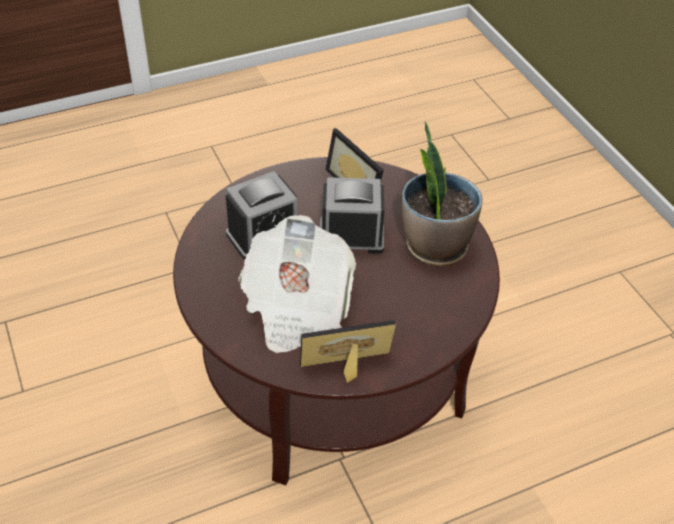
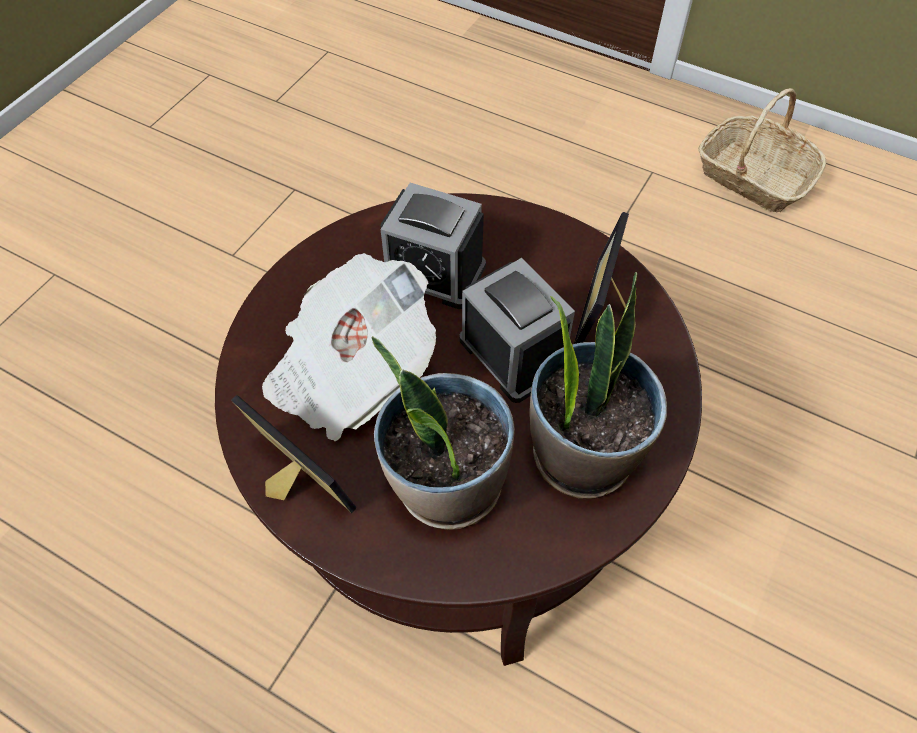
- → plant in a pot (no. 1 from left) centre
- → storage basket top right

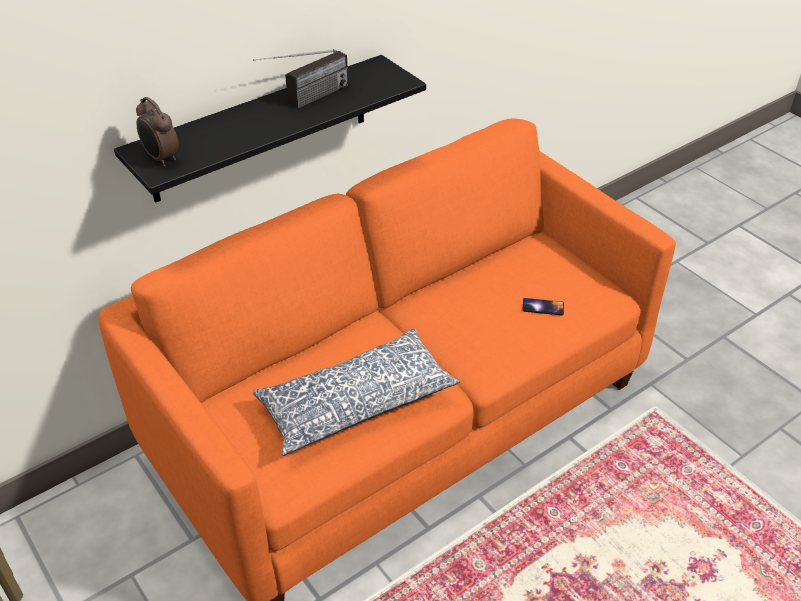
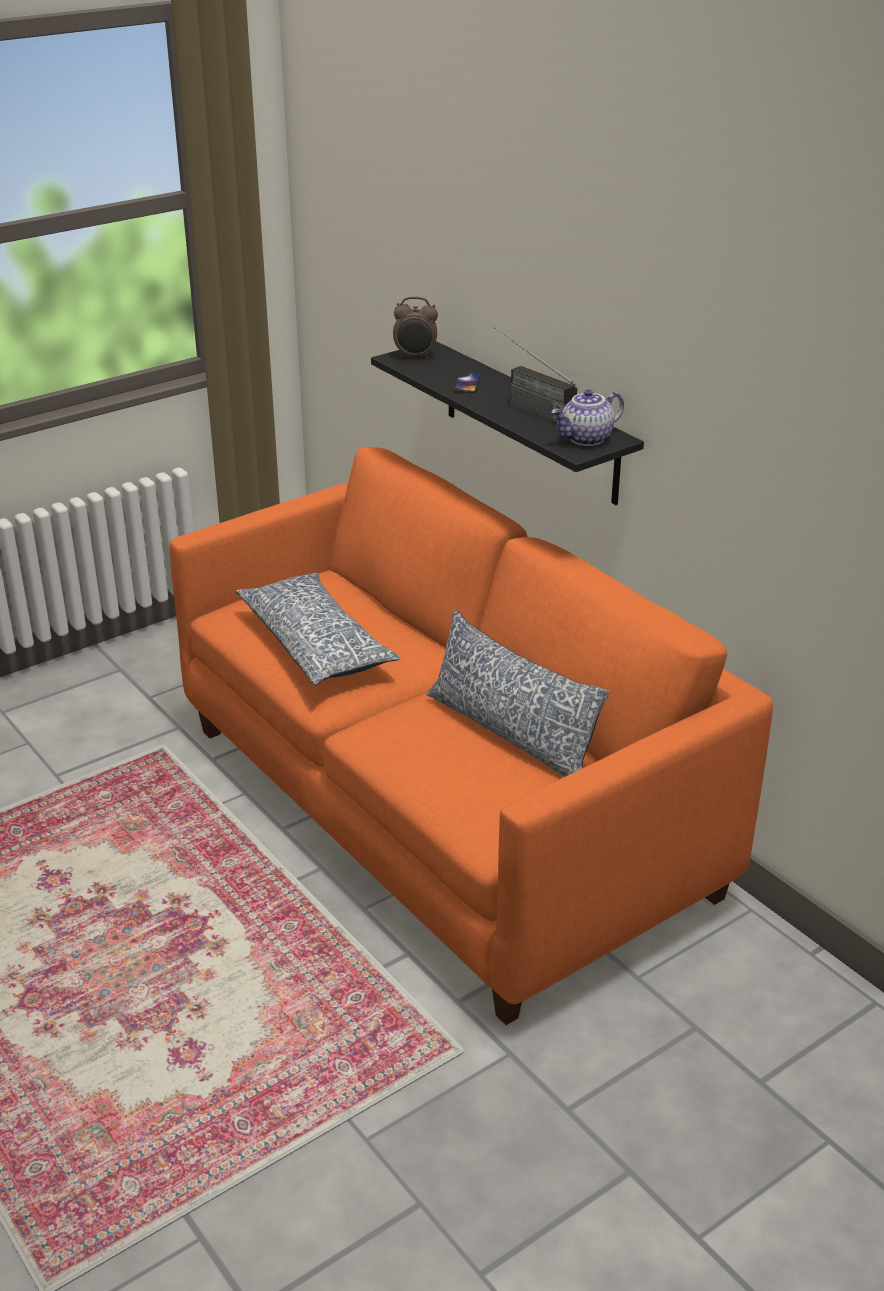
bedside clock top left → bedside clock top centre, 135 degrees counterclockwise
- → throw pillow (no. 2 from left) centre
phone middle right → phone top centre, shifted
- → tea pot top centre

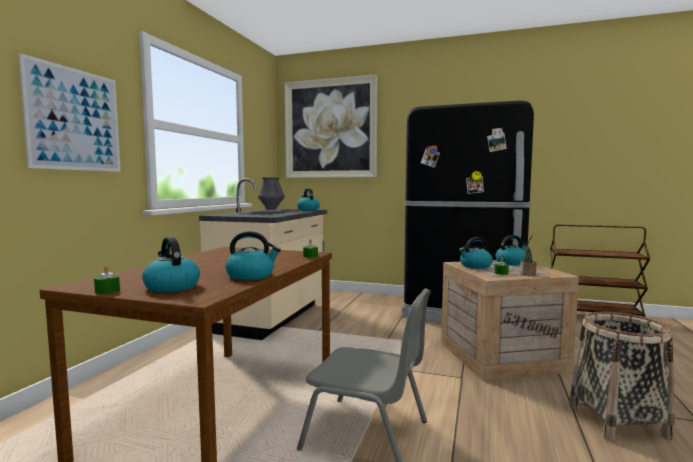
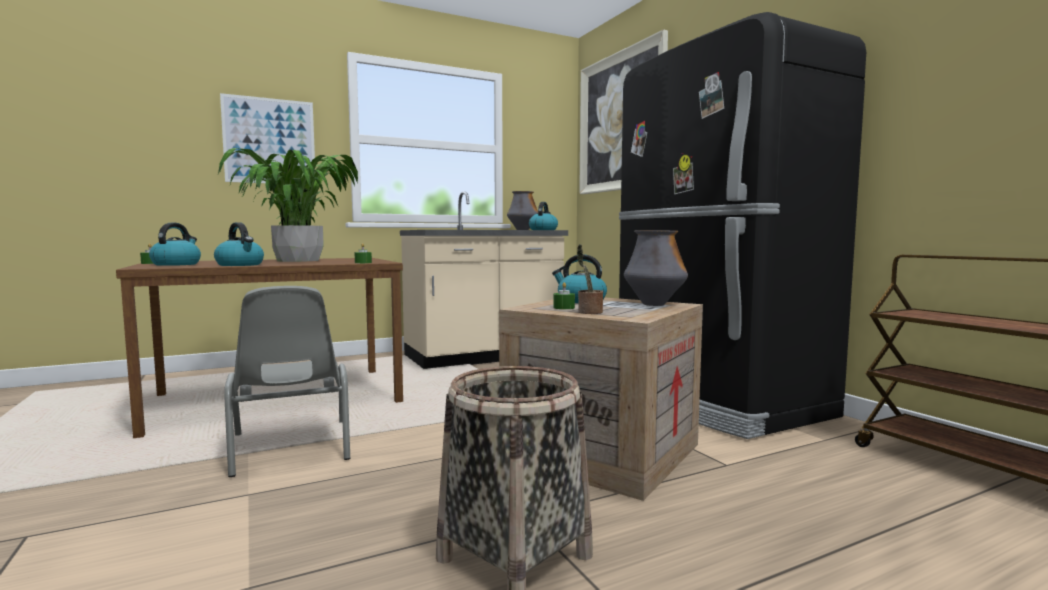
- → plant in a pot (no. 1 from left) middle left
water kettle (no. 5 from left) middle right → flower vase (no. 2 from left) centre

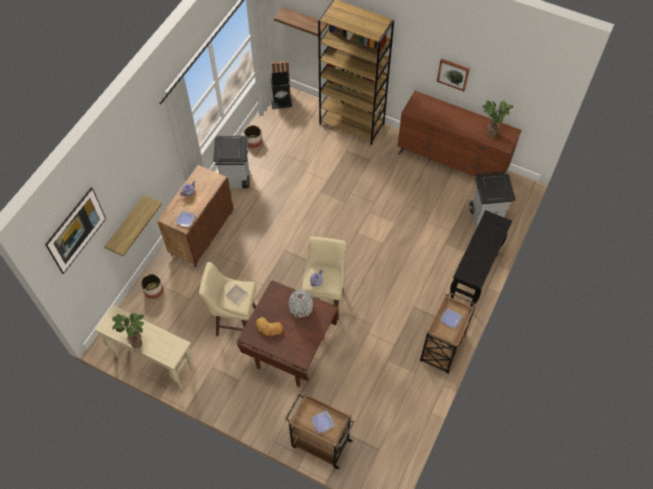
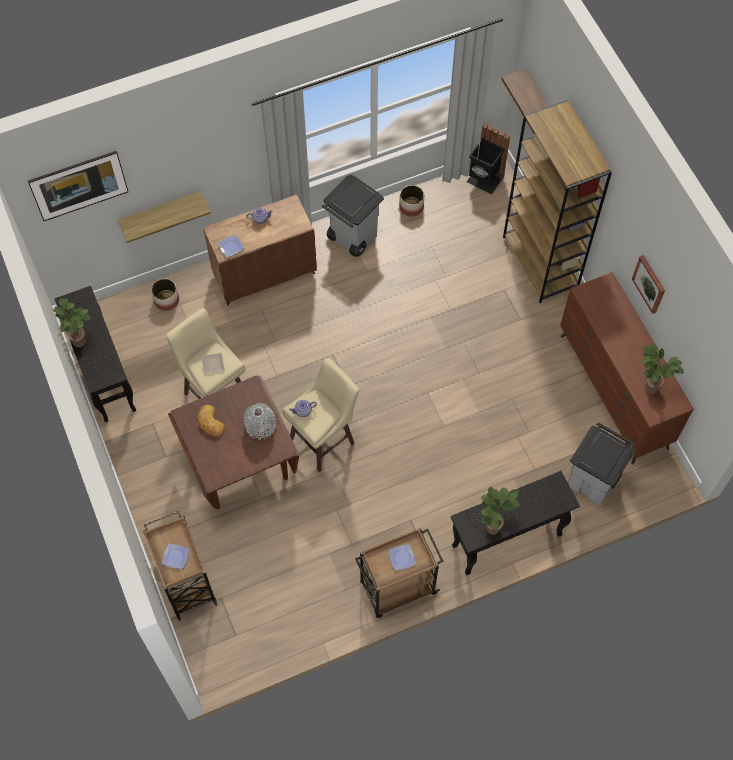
beige console table bottom left → black console table (no. 1 from left) middle left
- → plant in a pot (no. 2 from left) bottom right

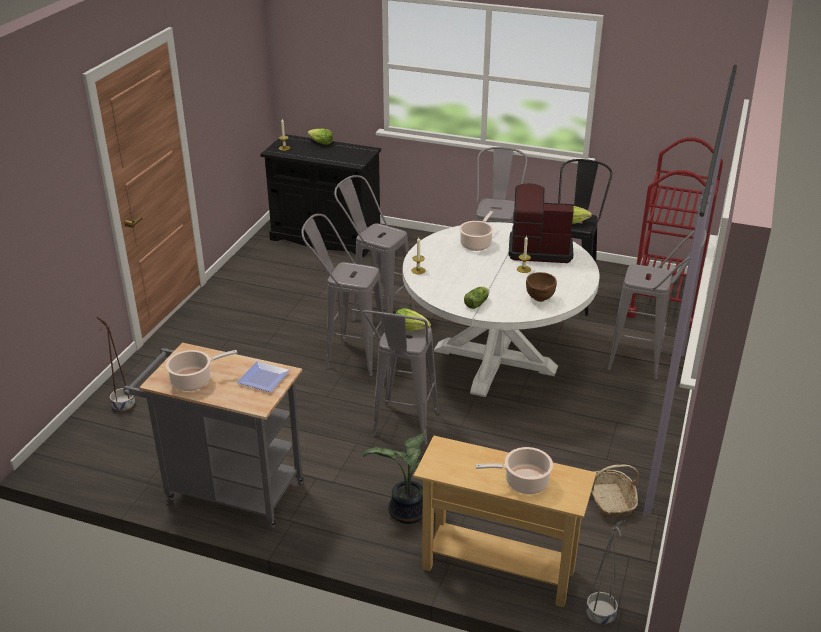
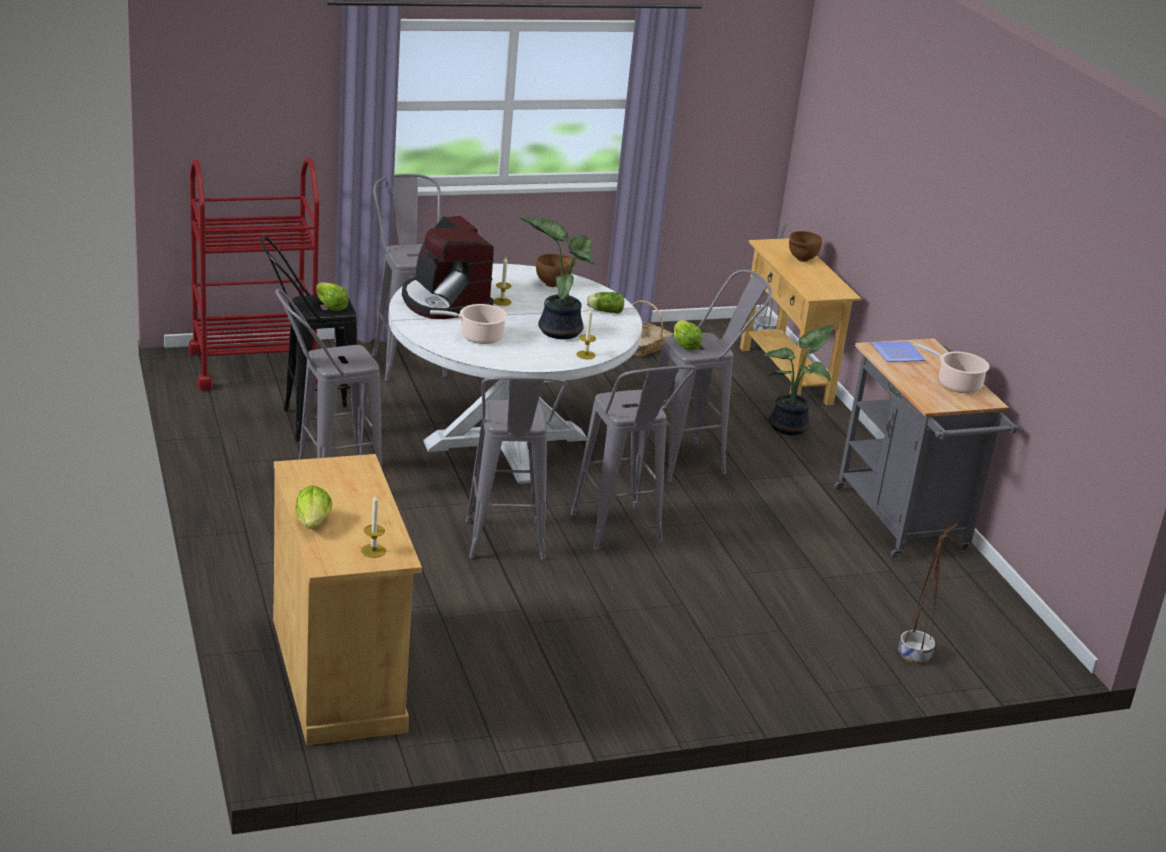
black cupboard top centre → beige cupboard bottom left
- → plant in a pot (no. 1 from left) top centre
saucepot (no. 3 from left) bottom centre → brownish bowl (no. 2 from left) top right

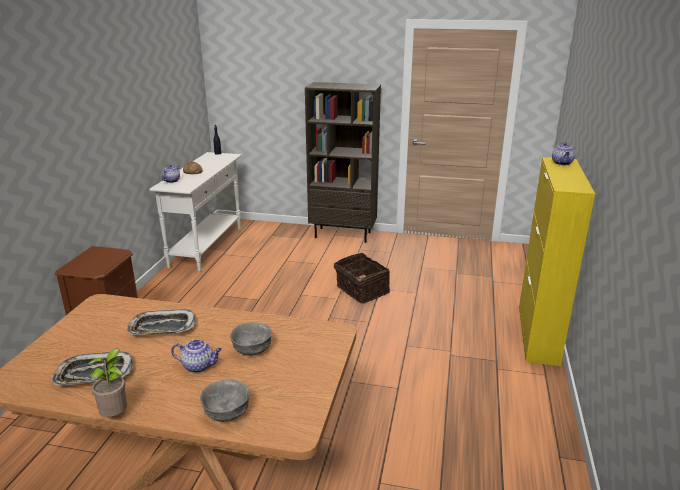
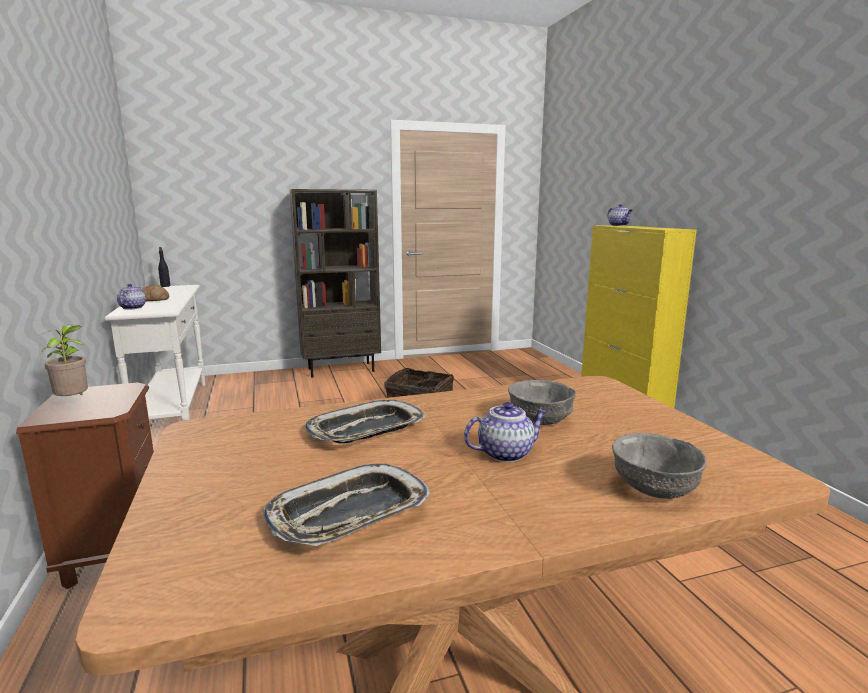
plant in a pot bottom left → plant in a pot middle left, shifted

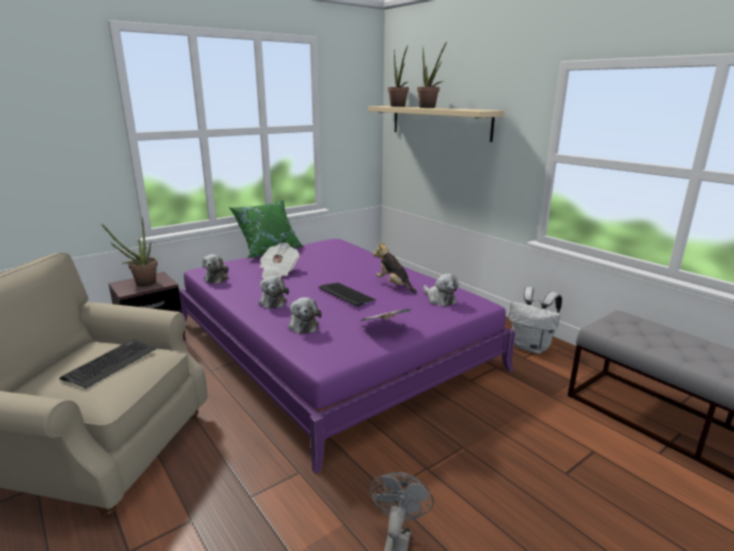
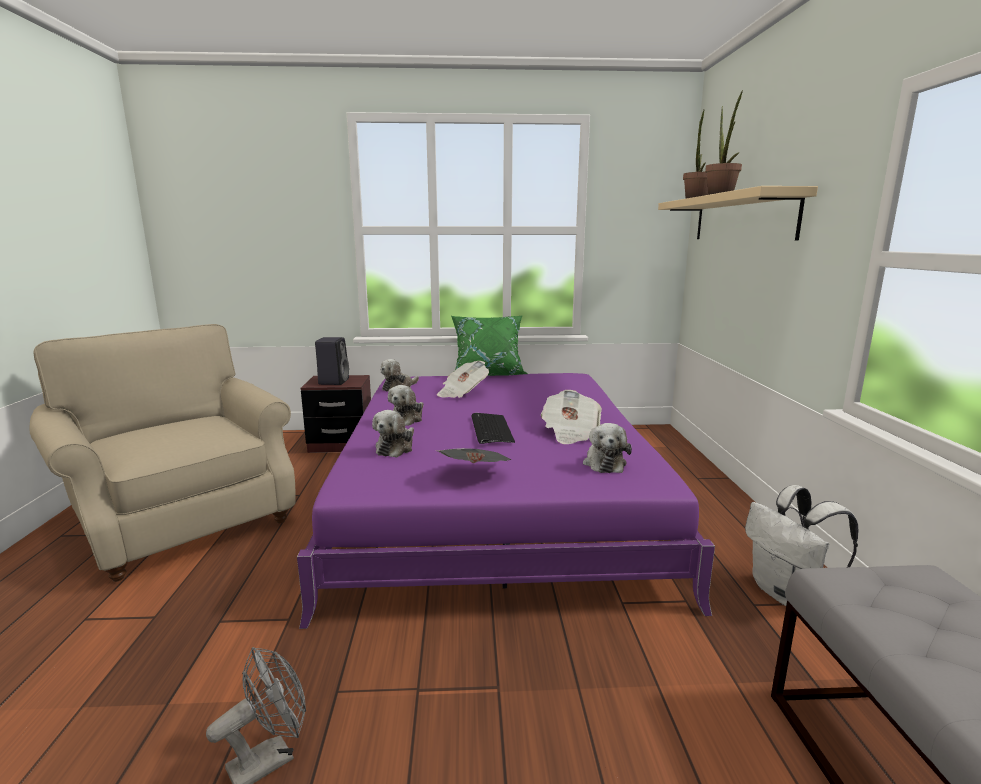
plant in a pot (no. 1 from left) middle left → black loudspeaker centre
plush toy (no. 4 from left) centre → newspaper (no. 3 from left) centre
PC keyboard (no. 1 from left) middle left → -

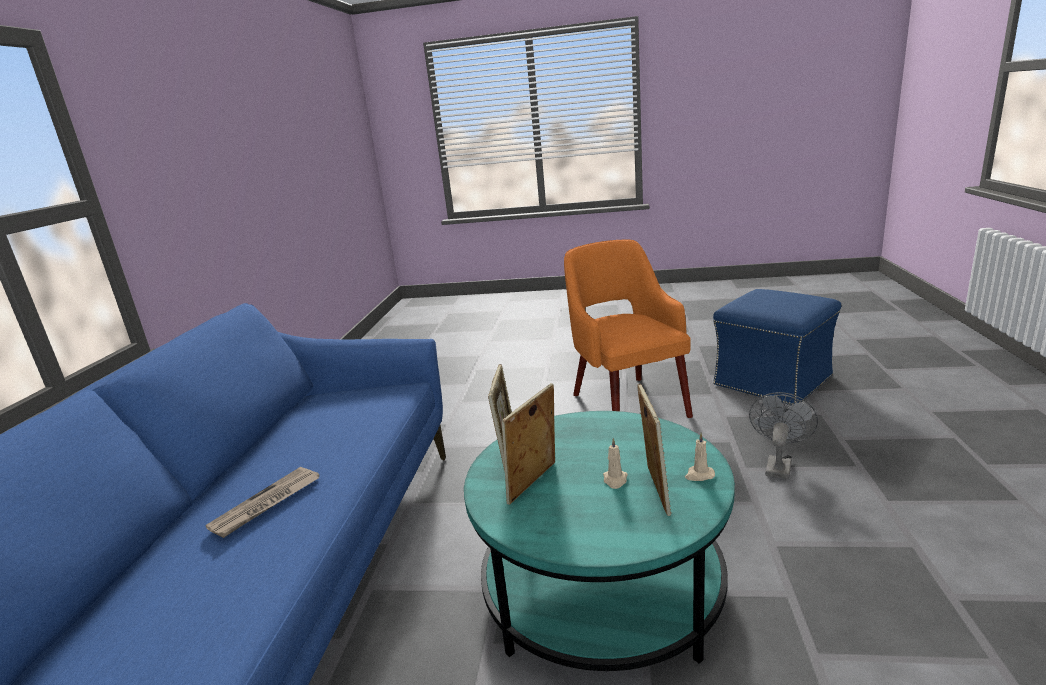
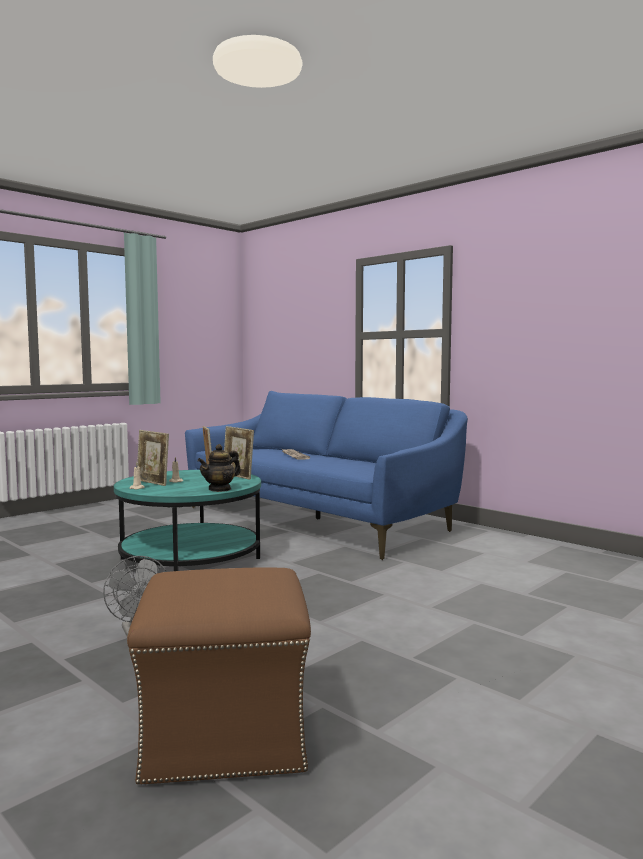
blue ottoman middle right → brownish ottoman bottom centre
- → tea pot centre
orange armchair centre → -

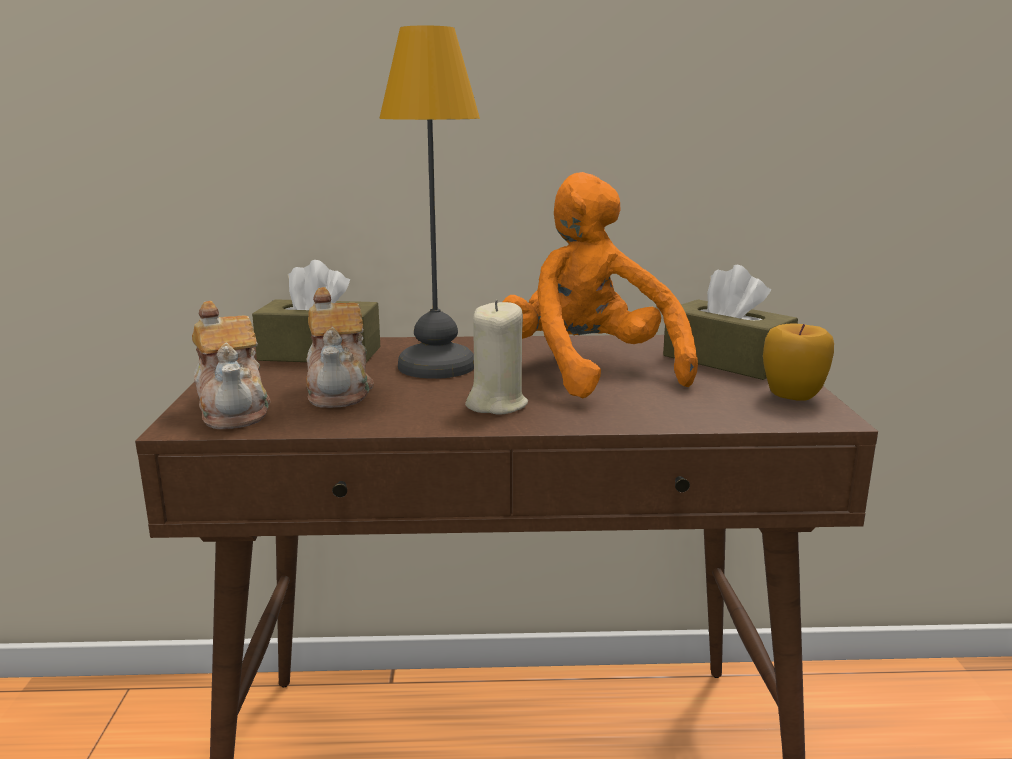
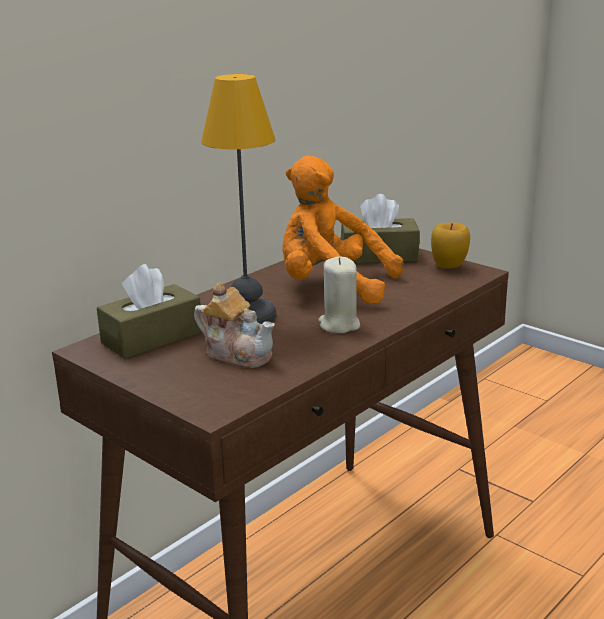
tea pot (no. 1 from left) middle left → -

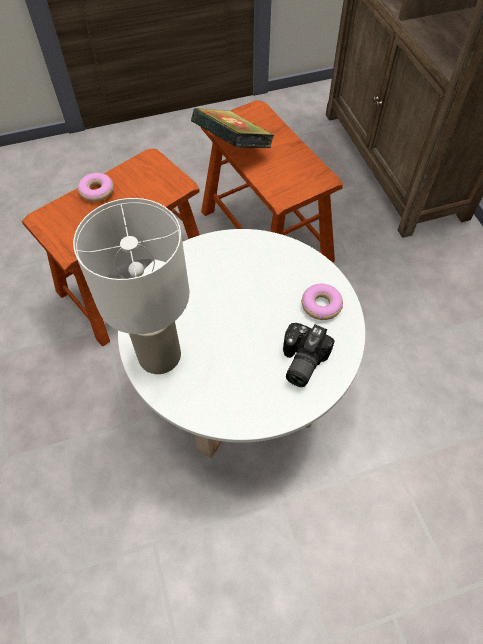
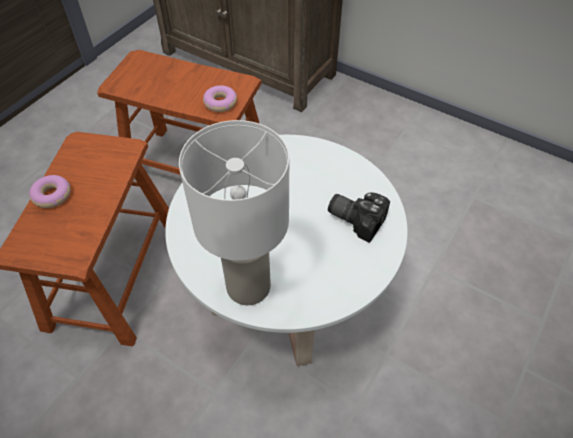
donut (no. 2 from left) middle right → donut (no. 2 from left) top centre, shifted
photo camera centre, 135 degrees clockwise
volume top centre → -

